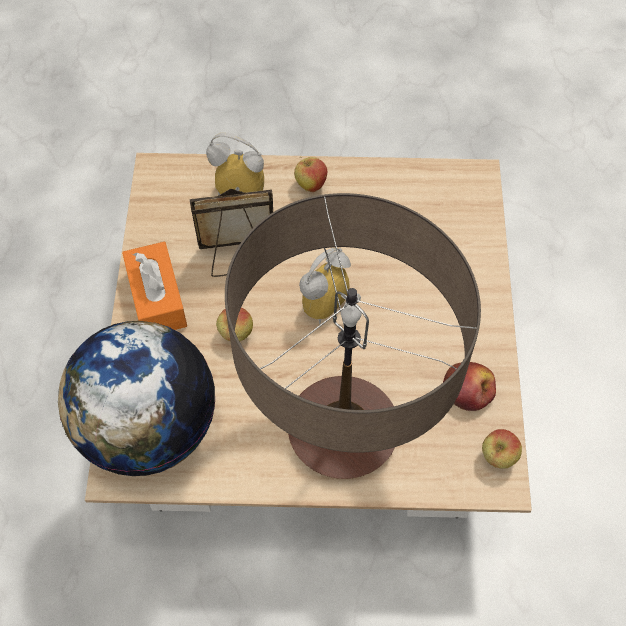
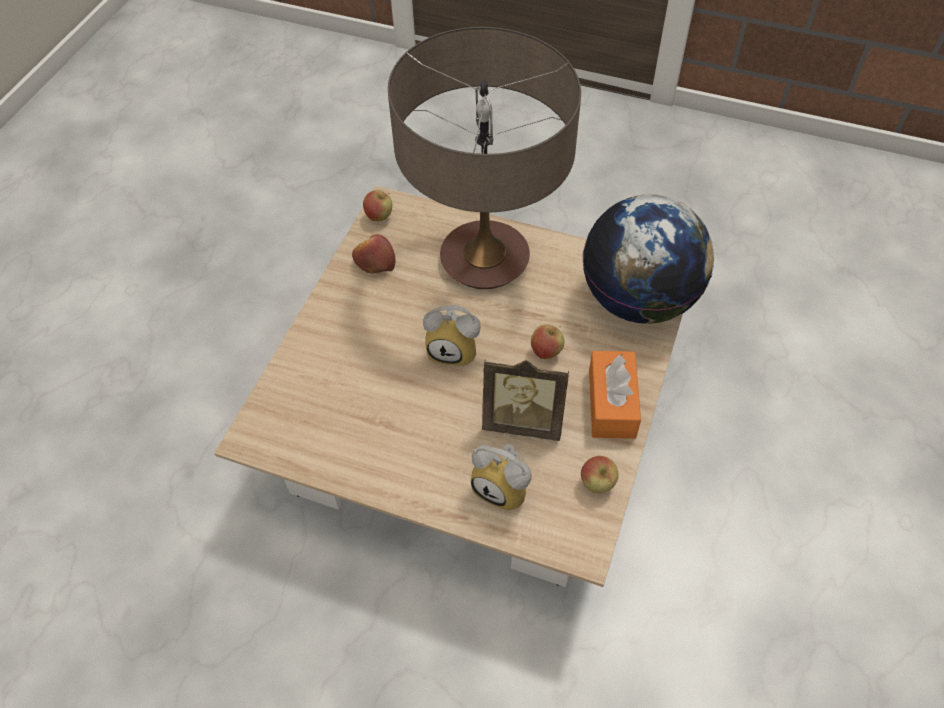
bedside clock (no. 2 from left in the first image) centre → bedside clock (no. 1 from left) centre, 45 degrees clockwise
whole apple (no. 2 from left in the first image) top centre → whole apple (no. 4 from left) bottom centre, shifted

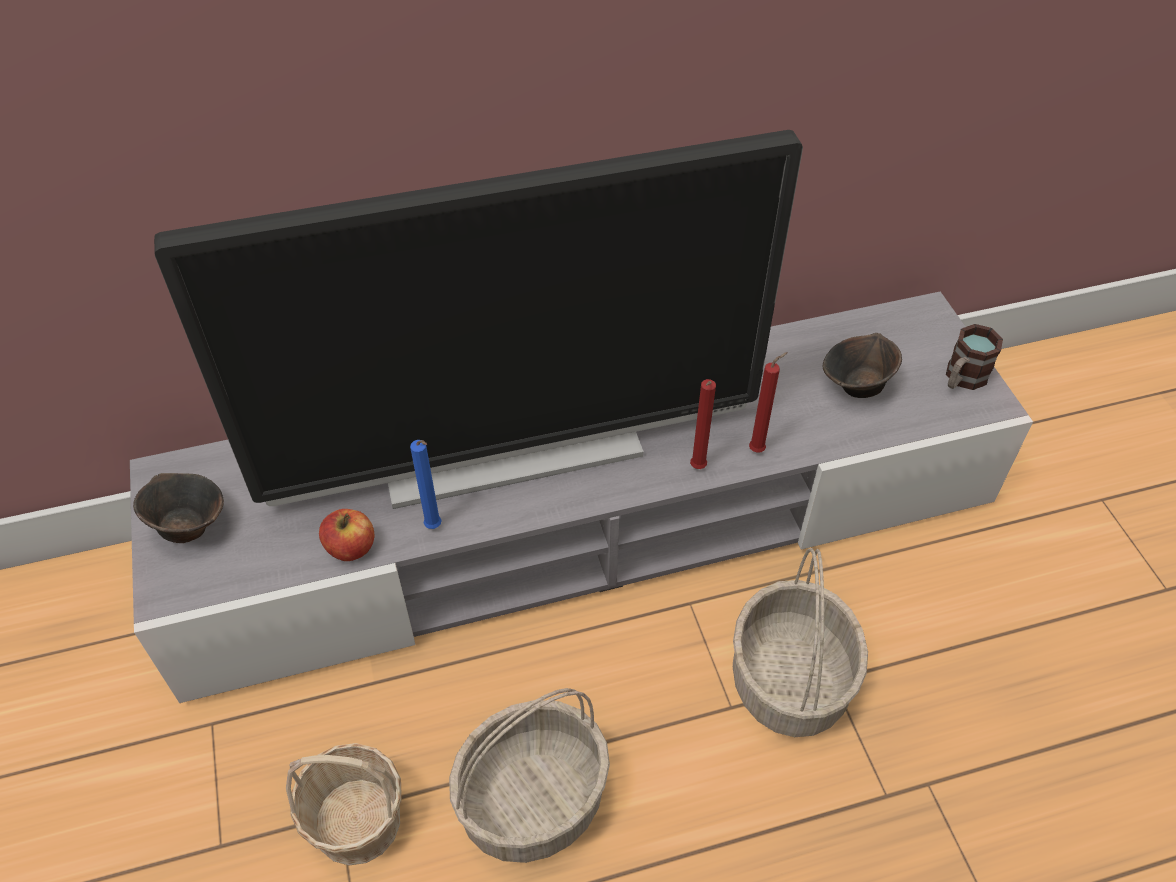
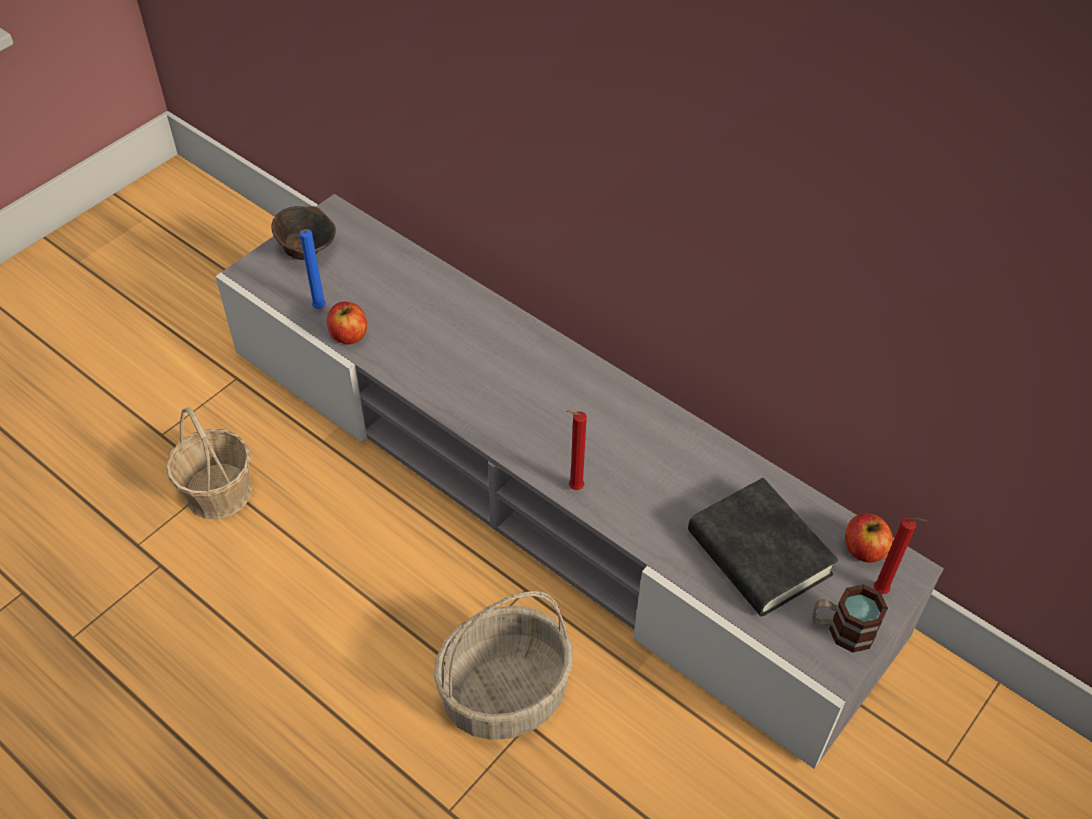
blue candle centre → blue candle top left, shifted
brownish bowl (no. 2 from left) middle right → black volume bottom right
- → whole apple (no. 2 from left) middle right
reddish candle (no. 2 from left) centre → reddish candle (no. 2 from left) bottom right, shifted
television centre → -
storage basket (no. 2 from left) bottom centre → -

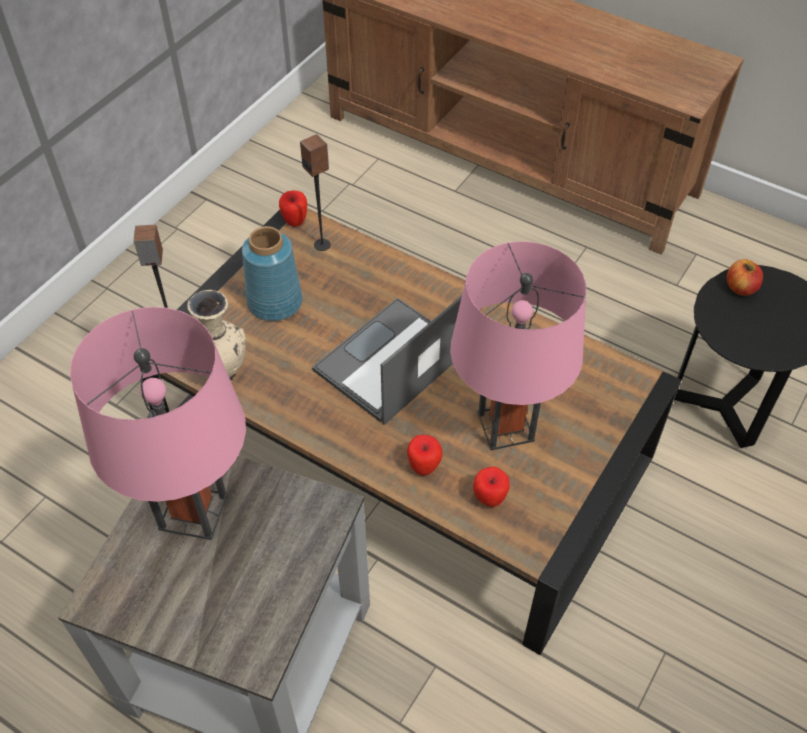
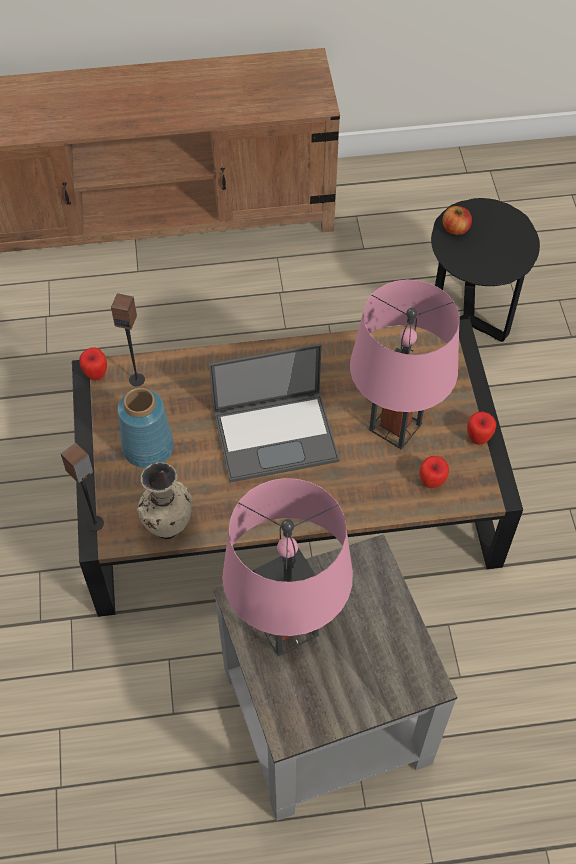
notebook computer centre, 105 degrees counterclockwise
whole apple (no. 2 from left in the first image) centre → whole apple (no. 4 from left) middle right, shifted

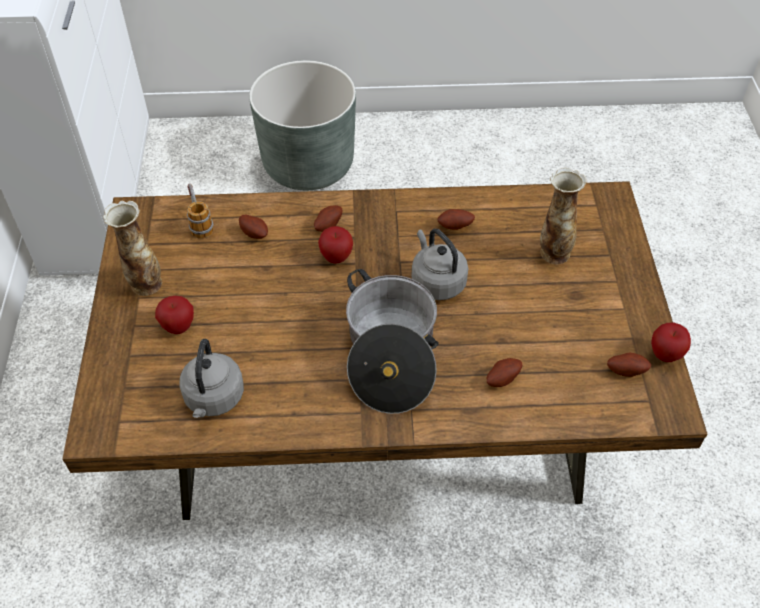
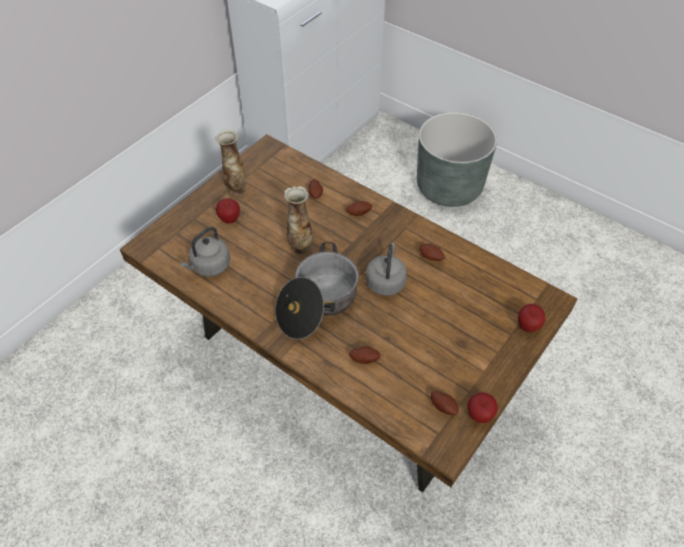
flower vase (no. 2 from left) middle right → flower vase (no. 2 from left) centre, shifted
whole apple (no. 2 from left in the first image) centre → whole apple (no. 3 from left) middle right, shifted
coffee mug middle left → -

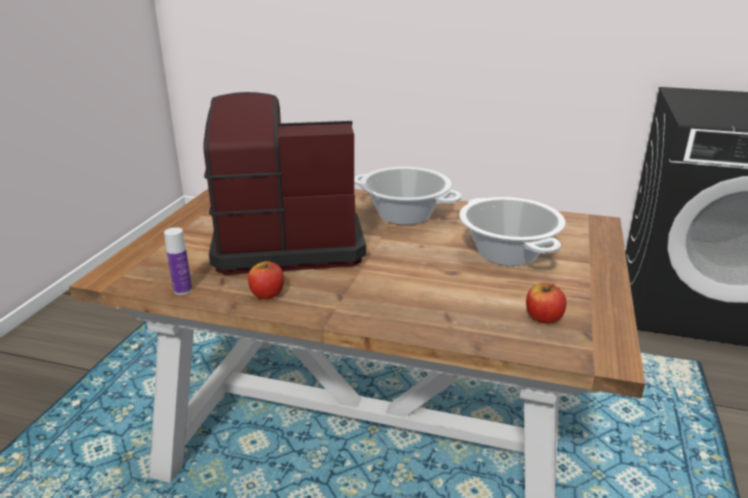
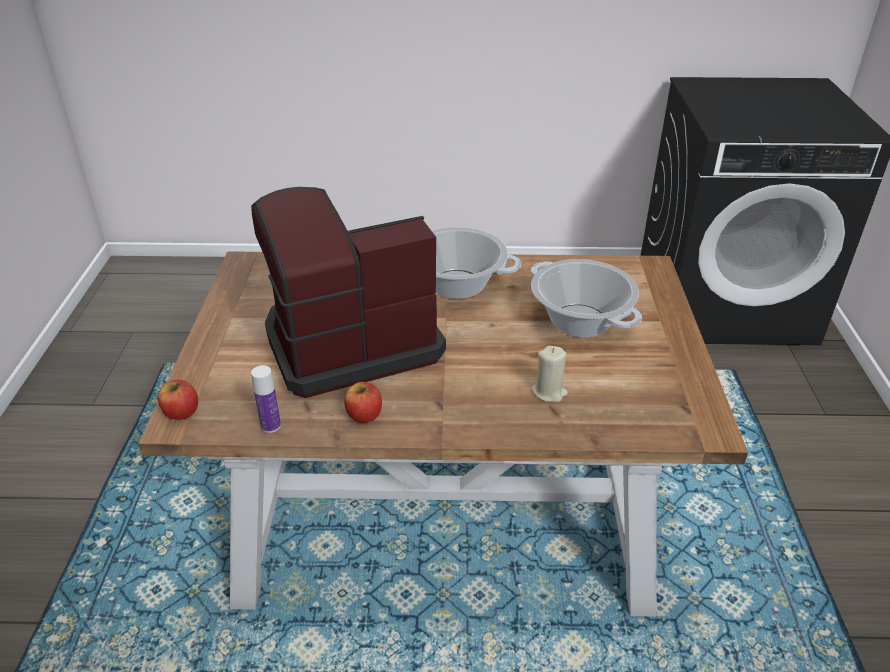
whole apple (no. 2 from left in the first image) middle right → whole apple (no. 1 from left) middle left, shifted
- → beige candle centre

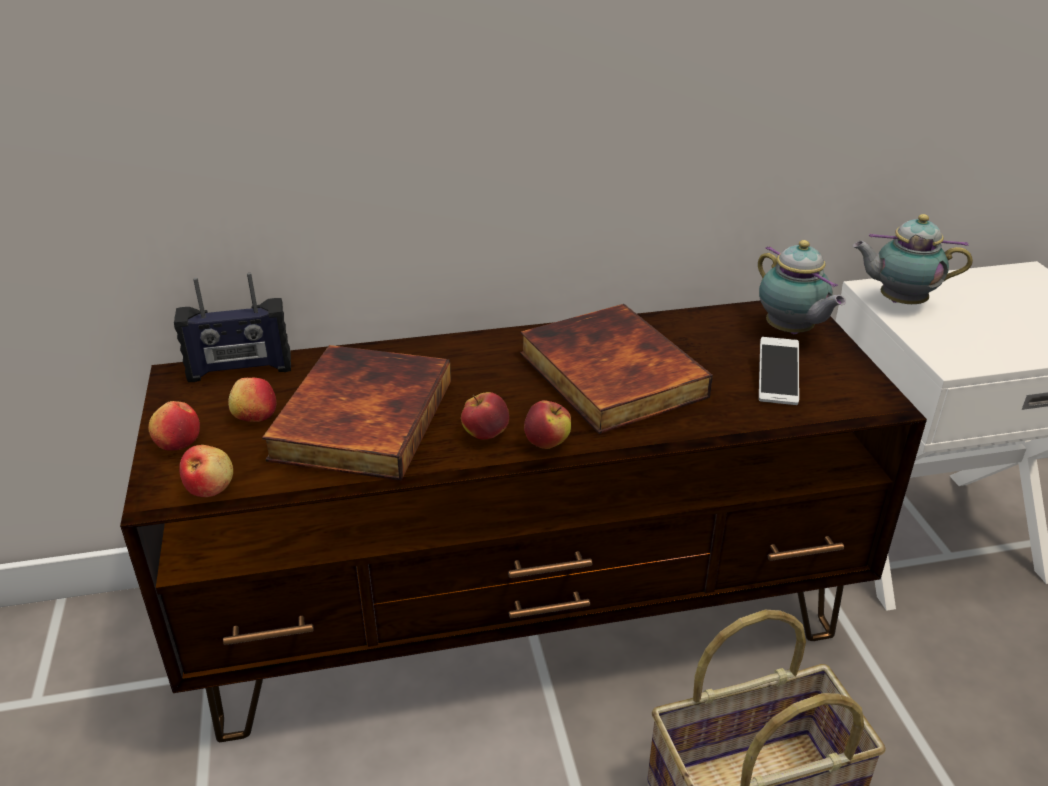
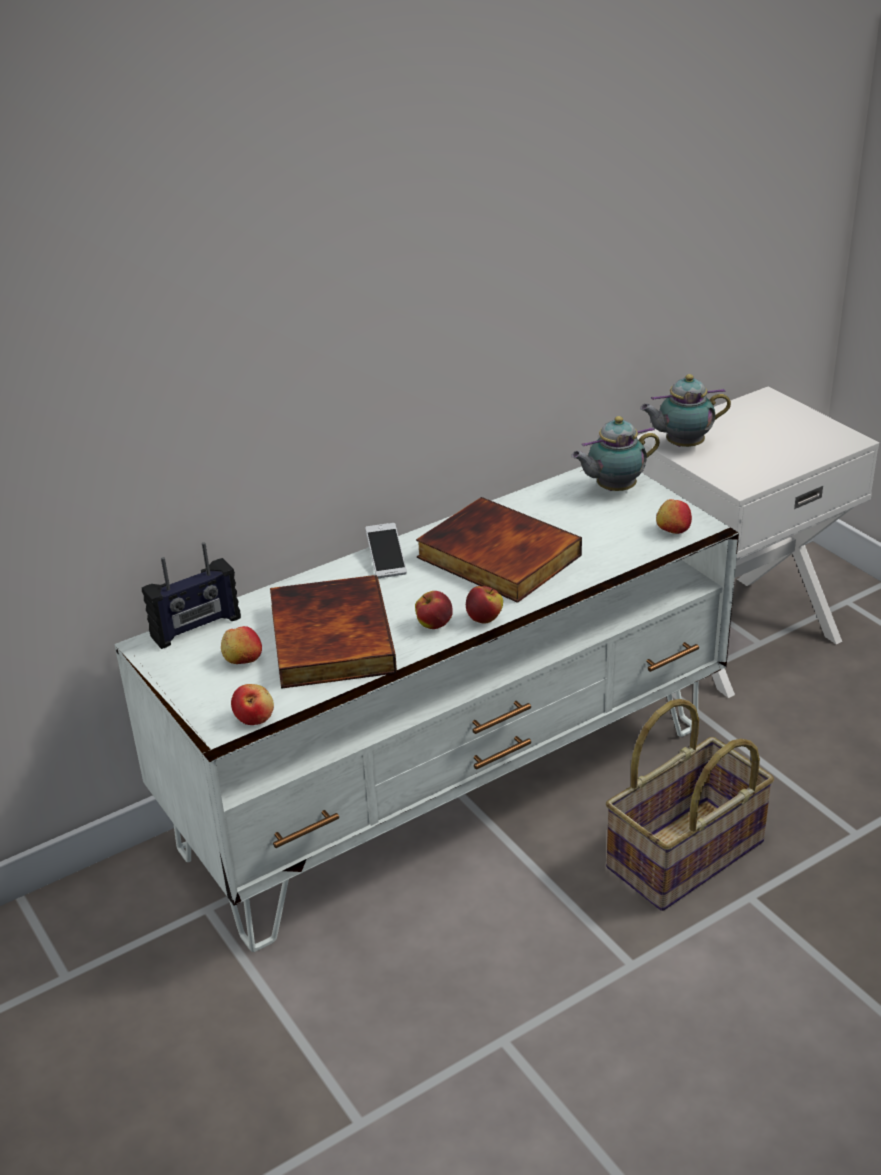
brownish tv stand centre → white tv stand centre
phone middle right → phone centre, shifted
tea pot (no. 1 from left) middle right, 120 degrees clockwise
whole apple (no. 1 from left in the first image) middle left → whole apple (no. 5 from left) middle right, shifted

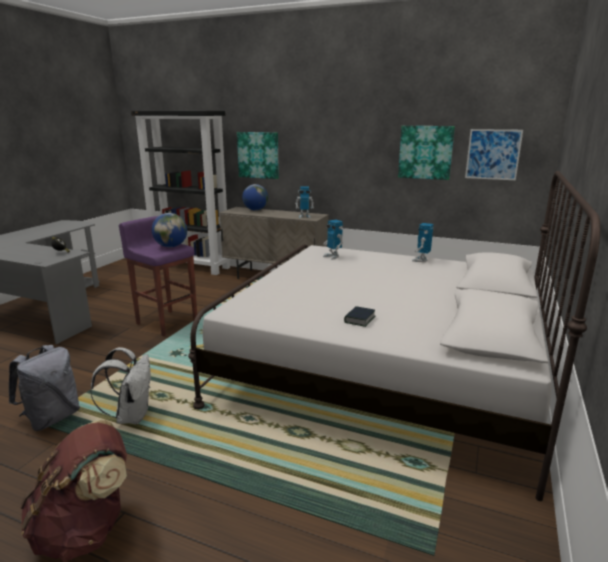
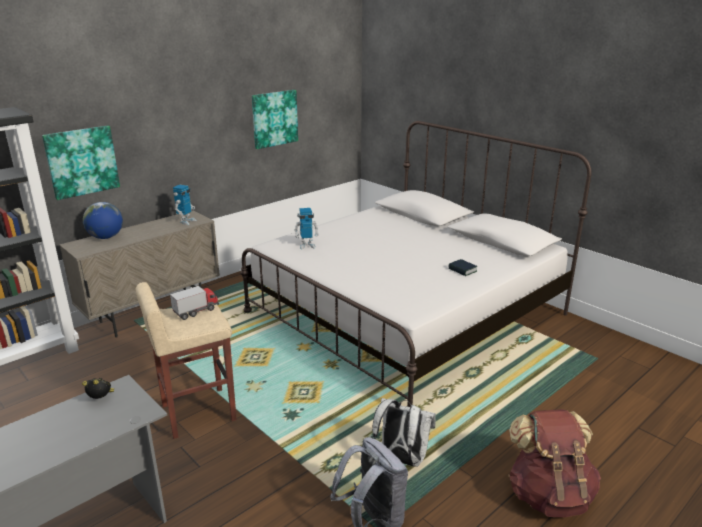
purple stool middle left → beige stool bottom left
globe (no. 1 from left) middle left → toy truck middle left
toy robot (no. 3 from left) middle right → -
picture (no. 3 from left) top right → -

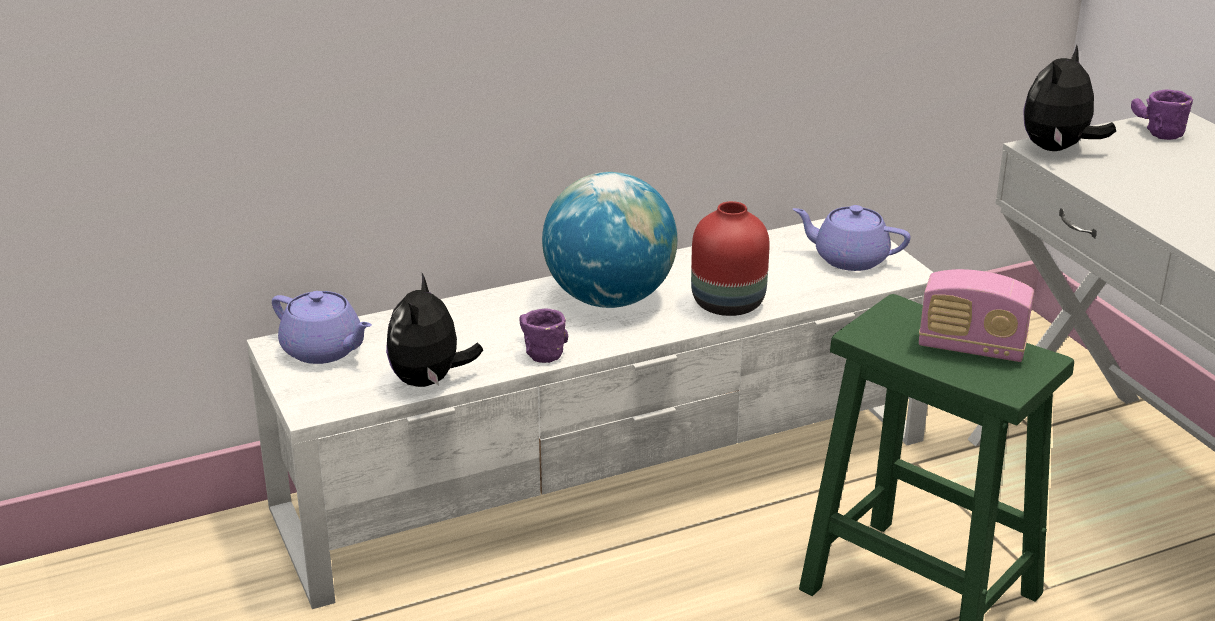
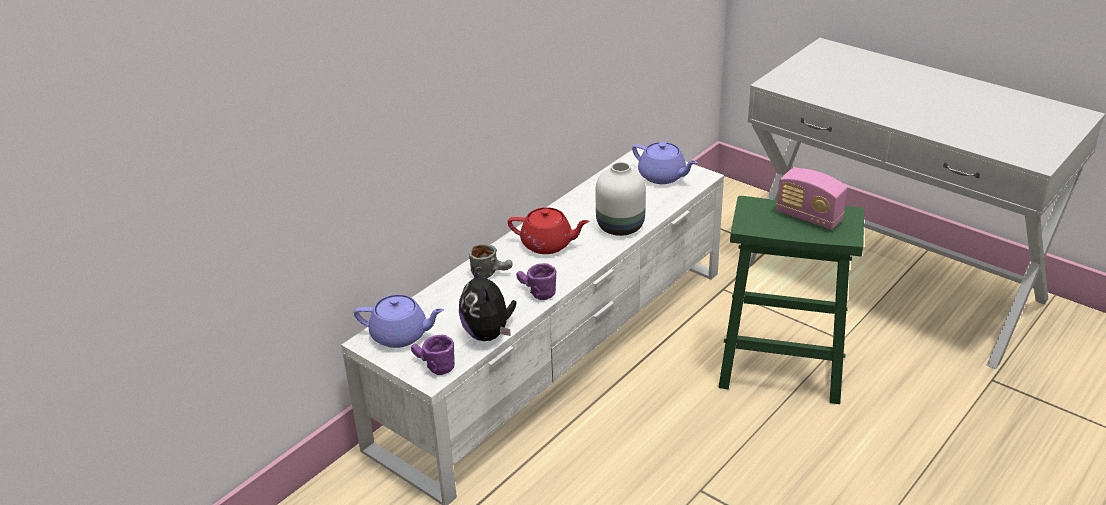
purple coffee mug (no. 2 from left in the first image) top right → purple coffee mug (no. 1 from left) bottom centre, shifted
- → gray coffee mug centre
globe centre → reddish tea pot centre
reddish flower vase centre → white flower vase centre
purple tea pot (no. 2 from left) middle right → purple tea pot (no. 2 from left) top centre, 135 degrees counterclockwise
radio middle right, 45 degrees clockwise
plush toy (no. 2 from left) top right → -

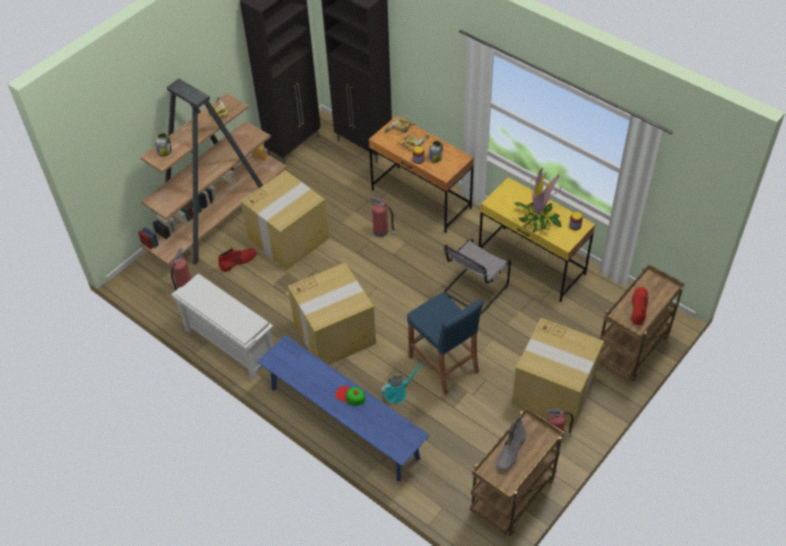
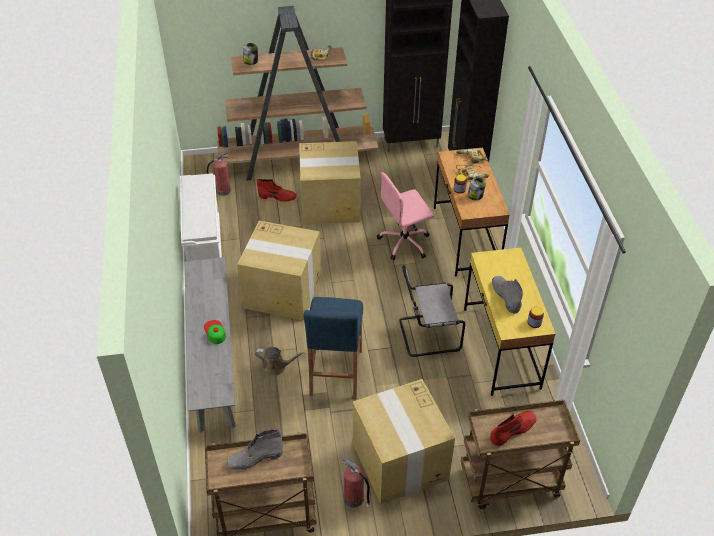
blue bench bottom centre → gray bench middle left
blue-green watering can bottom centre → brownish watering can bottom centre
extinguisher (no. 2 from left) centre → pink-coloured computer chair centre
plant in a pot middle right → gray boot (no. 2 from left) middle right

